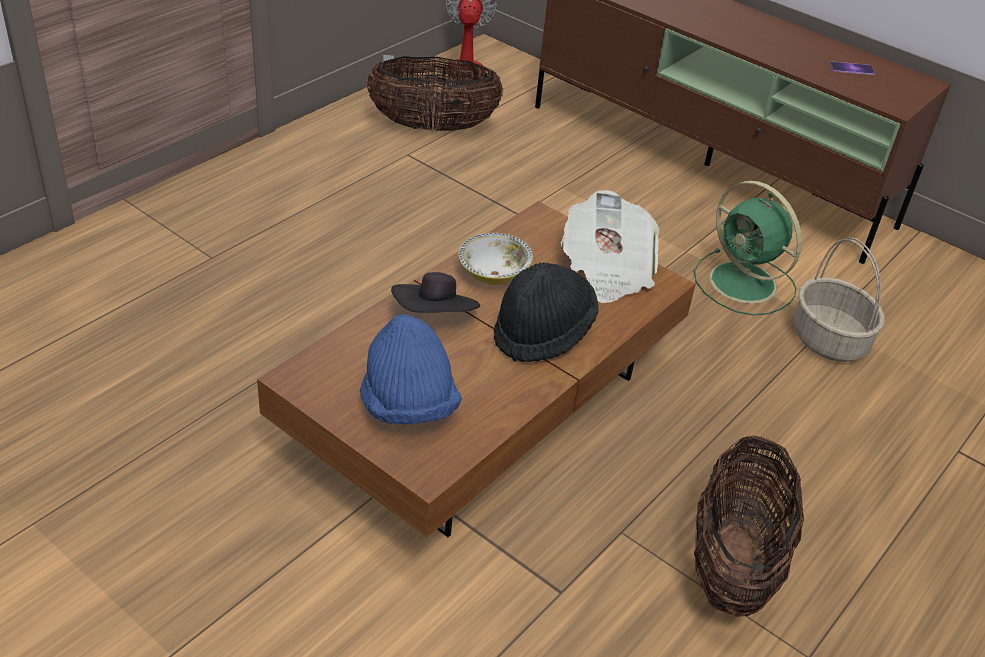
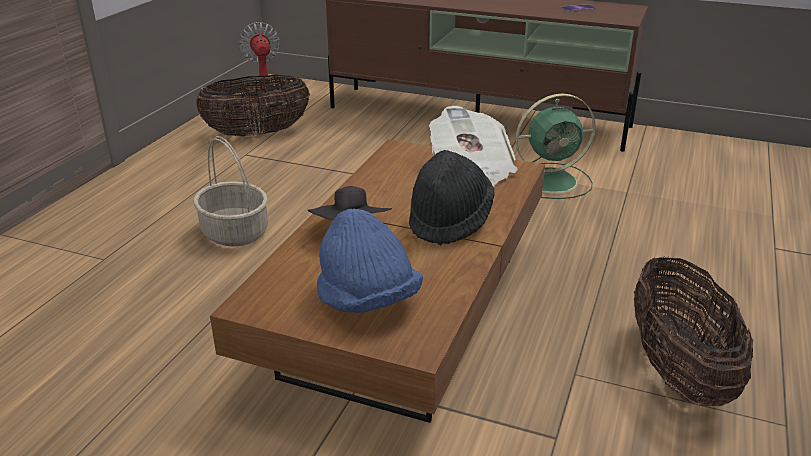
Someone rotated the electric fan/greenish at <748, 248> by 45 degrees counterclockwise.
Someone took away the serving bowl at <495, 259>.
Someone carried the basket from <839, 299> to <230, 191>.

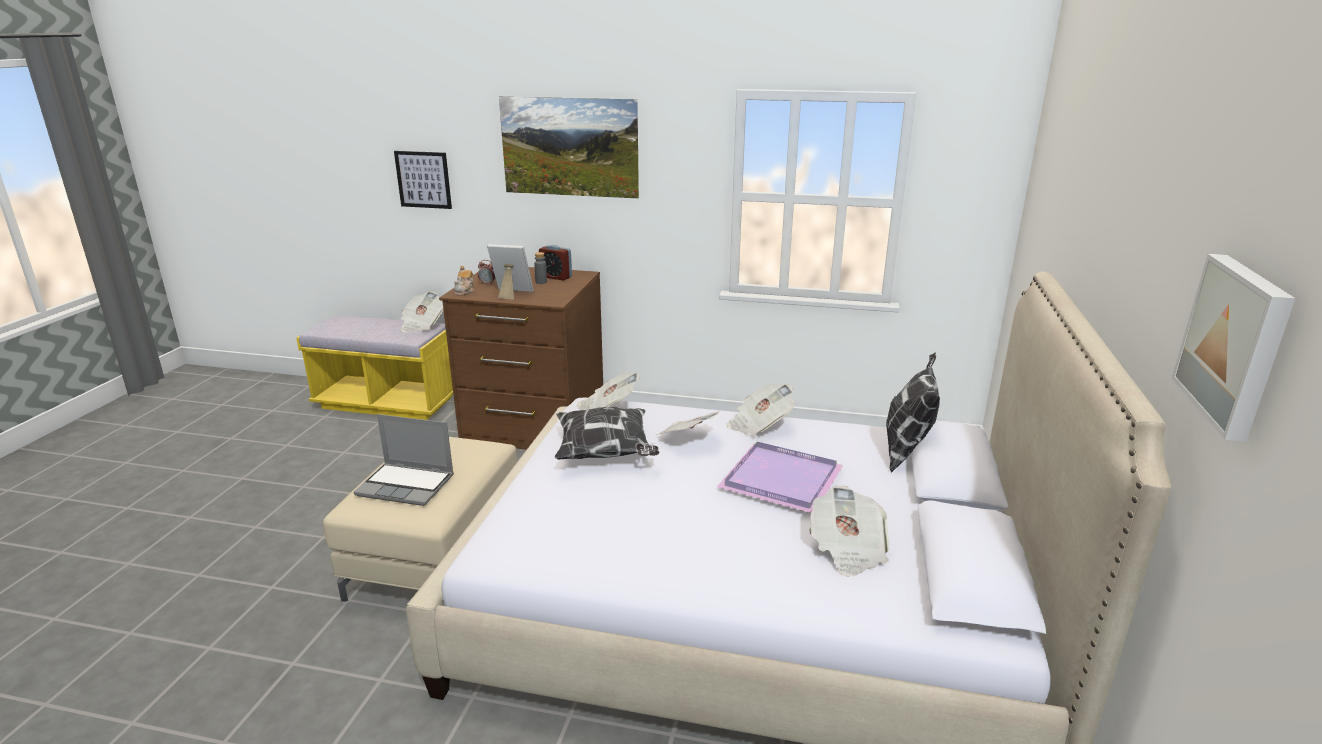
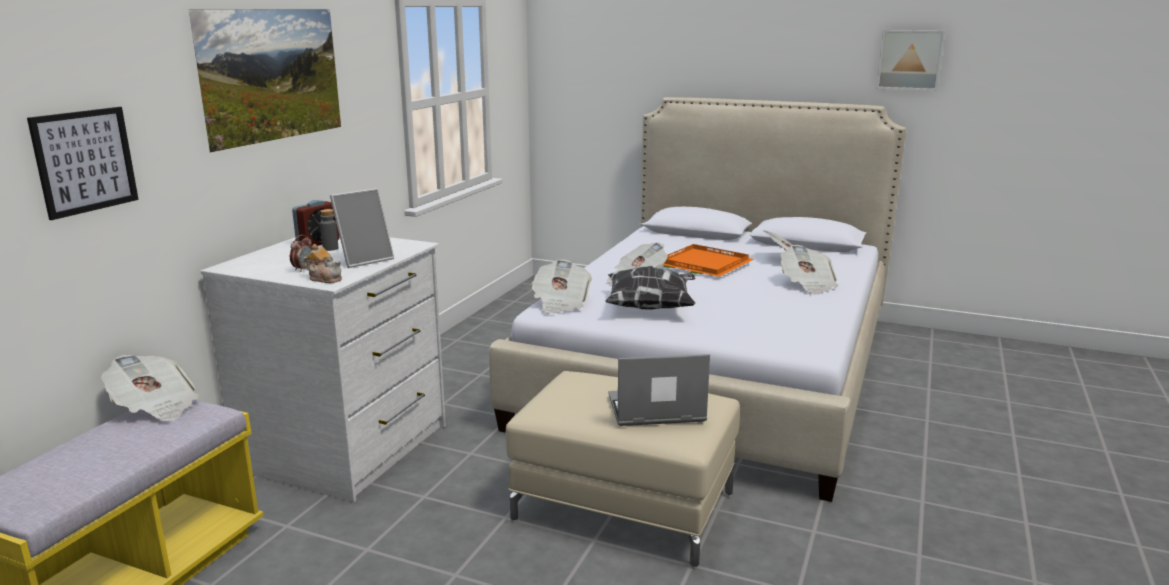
Someone rotated the picture frame at <510, 272> by 150 degrees counterclockwise.
Someone repainted the drawer chest/brownish at <521, 358>, which became the drawer chest/white-coloured at <323, 369>.
Someone took away the pillow at <913, 412>.
Someone carried the daily paper from <760, 410> to <809, 270>.
Someone rotated the laptop at <403, 460> by 120 degrees counterclockwise.
Someone repainted the tray/purple-coloured at <780, 477>, which became the tray/orangey at <708, 260>.

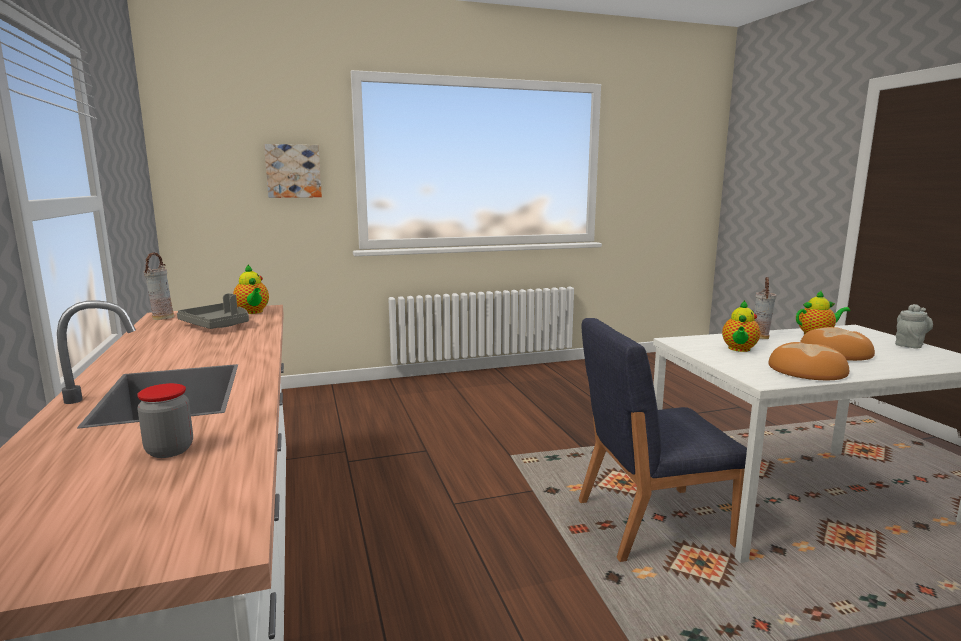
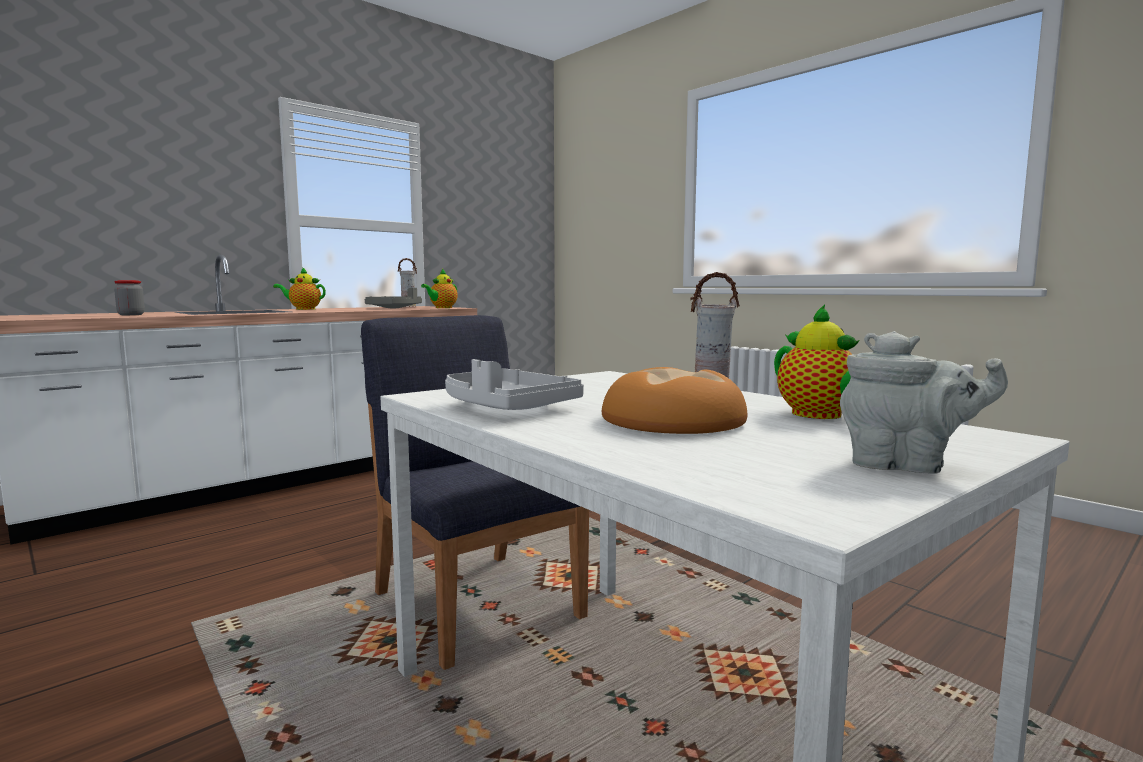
Someone took away the wall art at <293, 171>.
Someone carried the pot for tea from <741, 326> to <299, 288>.
Someone swapped the baked bread at <808, 361> for the tray/greyish at <514, 384>.

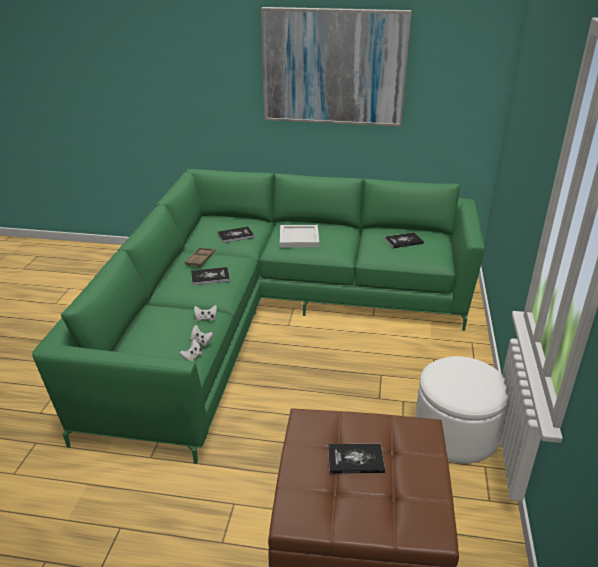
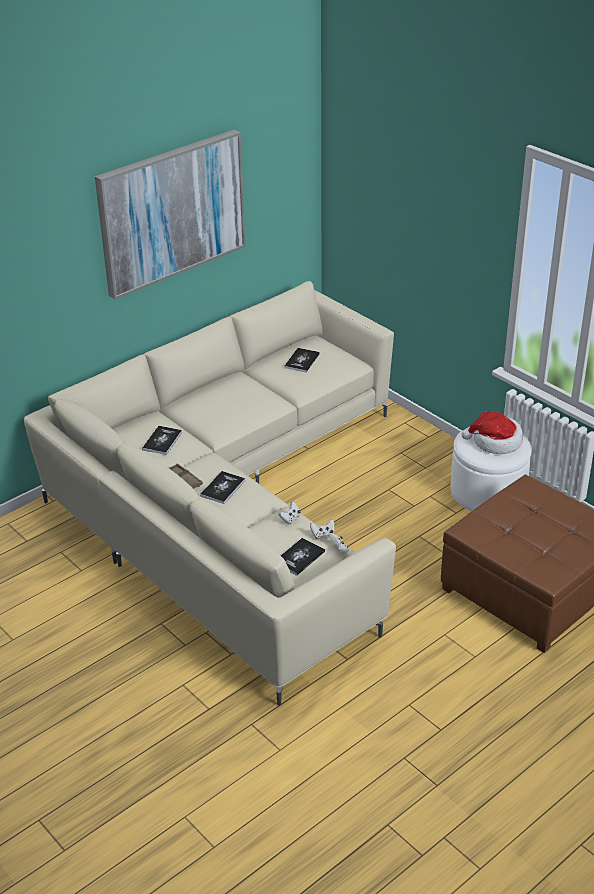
Someone repainted the settee/greenish at <258, 316>, which became the settee/beige-coloured at <210, 493>.
Someone took away the tray/white-coloured at <299, 236>.
Someone carried the volume from <356, 459> to <303, 557>.
Someone put down the hat at <492, 432>.

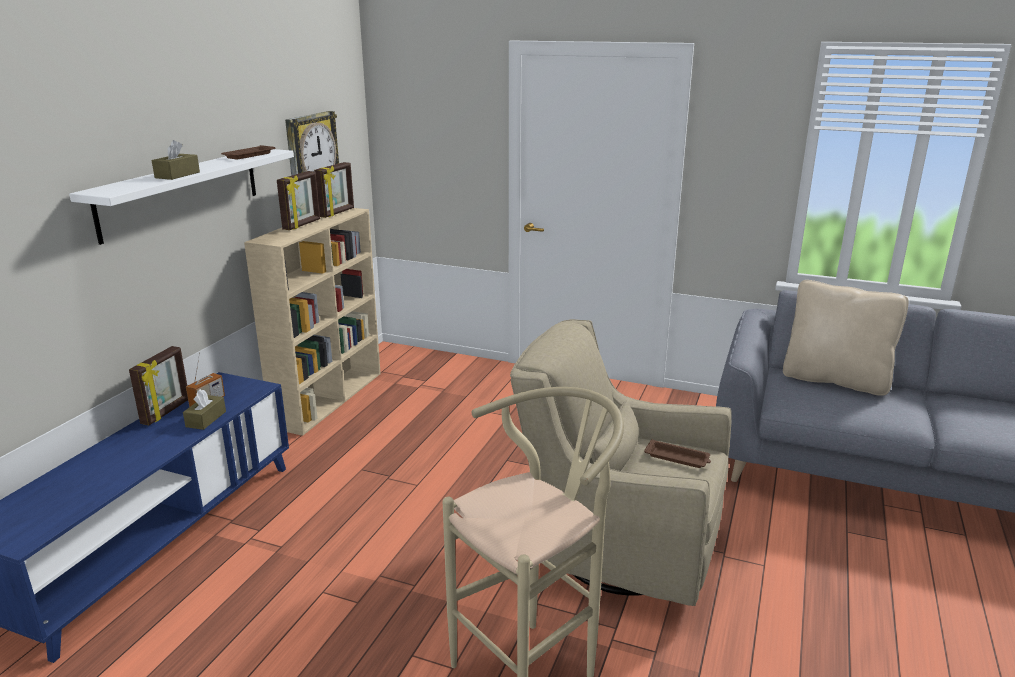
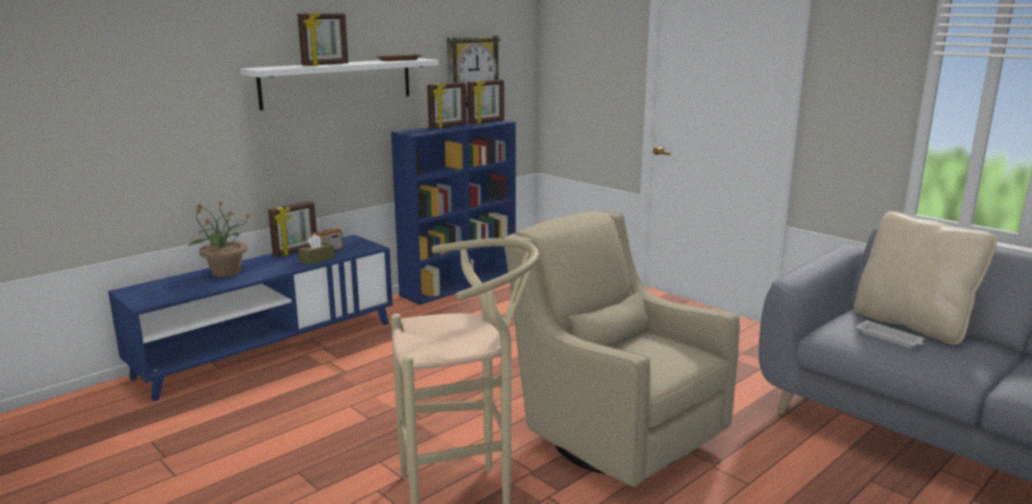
Someone swapped the box of tissues/brownish at <176, 160> for the picture frame at <323, 39>.
Someone repainted the bookshelf/beige-coloured at <312, 322>, which became the bookshelf/blue at <453, 212>.
Someone took away the tray/brownish at <677, 453>.
Someone put down the houseplant at <220, 239>.
Someone put down the tray/white-coloured at <890, 334>.

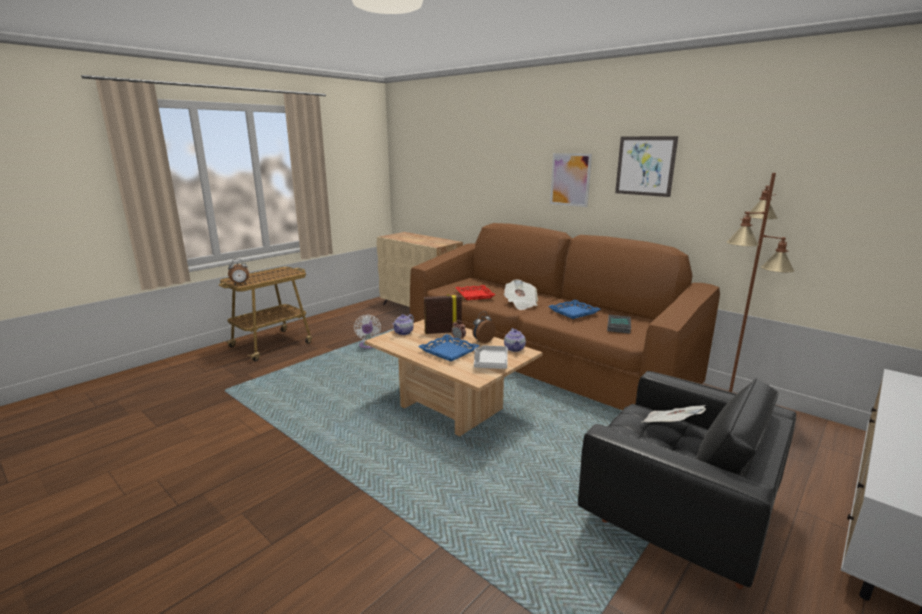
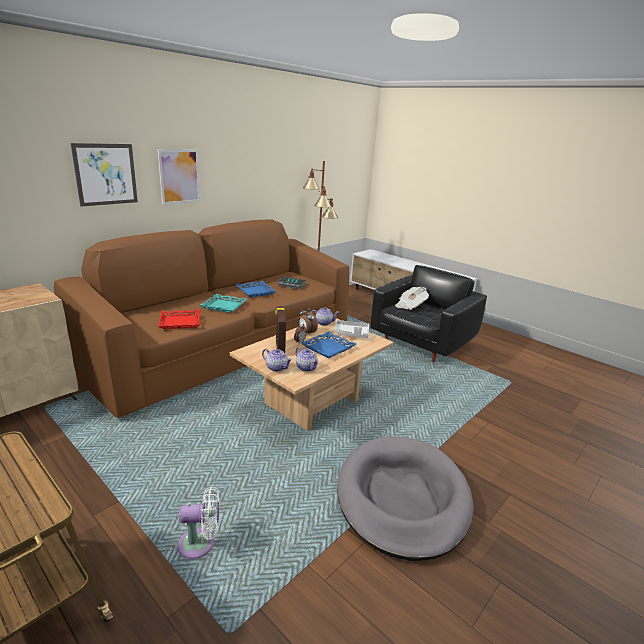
Someone carried the wall art from <646, 166> to <104, 175>.
Someone took away the table clock at <238, 271>.
Someone swapped the daily paper at <521, 294> for the tray/blue-green at <223, 303>.
Someone carried the electric fan/white-coloured from <367, 331> to <198, 522>.
Someone put down the pot for tea at <307, 359>.
Someone put down the dog cushion/greyish at <405, 498>.

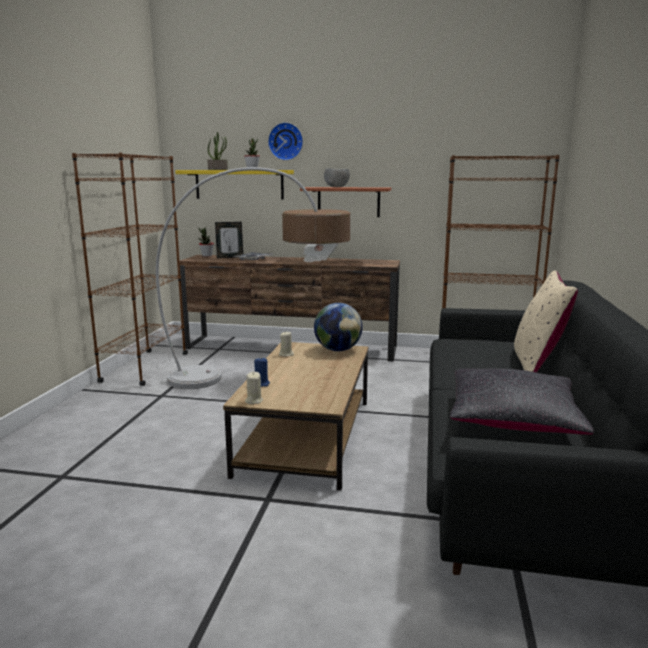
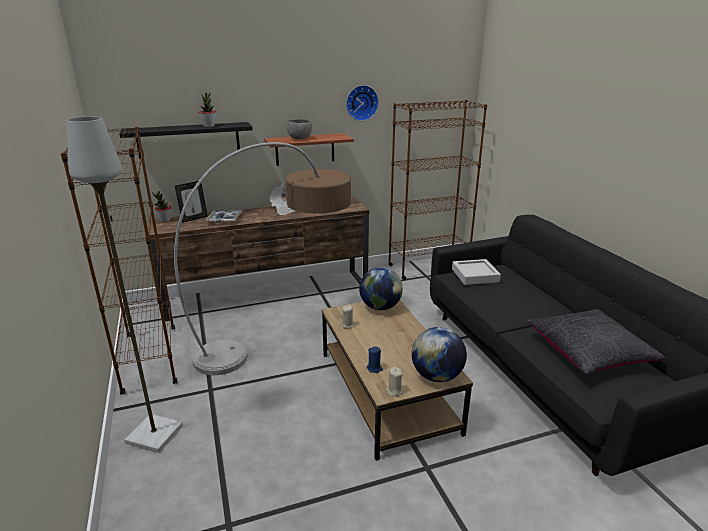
Someone carried the hanging clock from <285, 141> to <362, 103>.
Someone took away the houseplant at <217, 151>.
Someone repainted the bracket shelf/yellowish at <234, 184>, which became the bracket shelf/black-coloured at <186, 140>.
Someone took away the pillow/beige-coloured at <546, 321>.
Someone put down the standard lamp/greyish at <125, 285>.
Someone put down the tray/greyish at <476, 272>.
Someone put down the desk globe at <439, 354>.

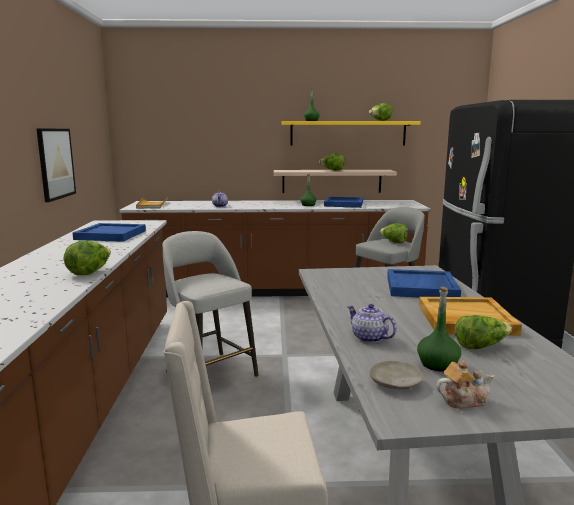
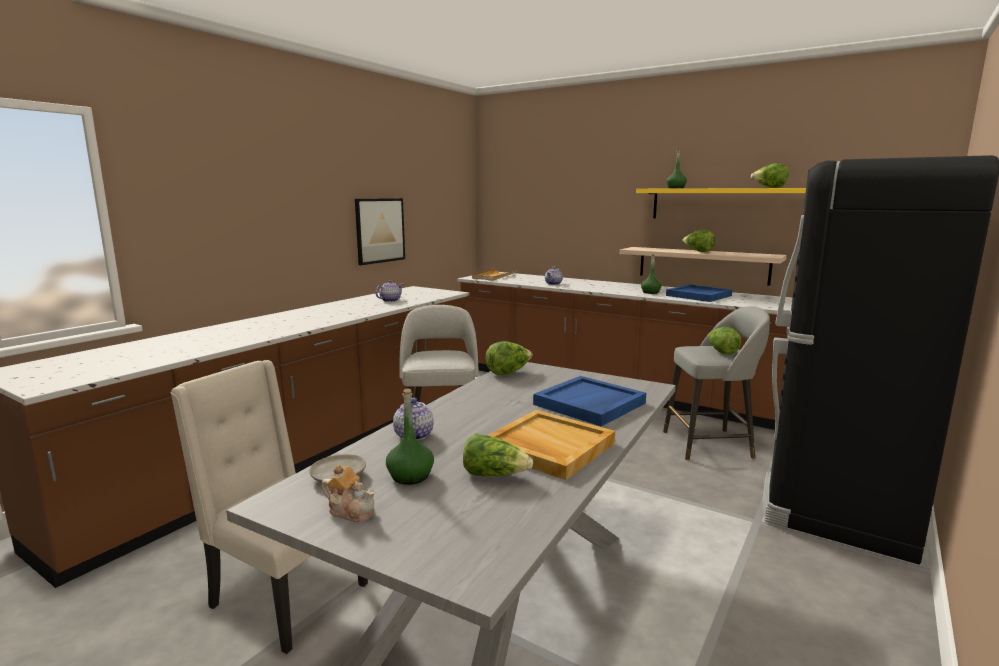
Someone swapped the tray/blue at <109, 232> for the pot for tea at <389, 291>.
Someone carried the head of lettuce from <87, 258> to <509, 358>.

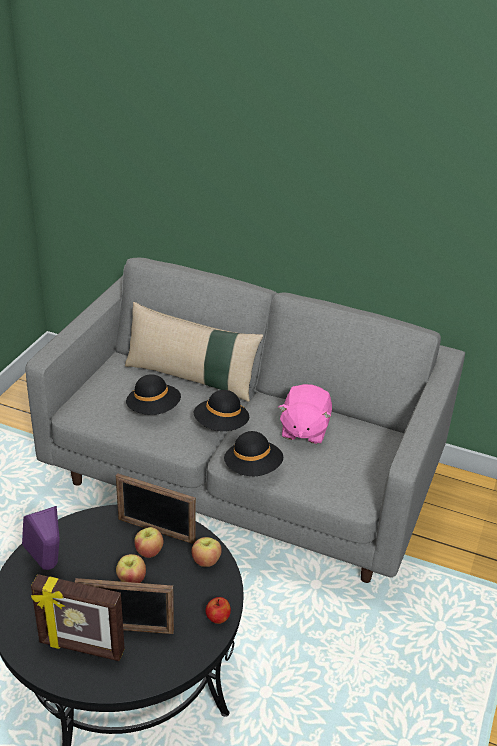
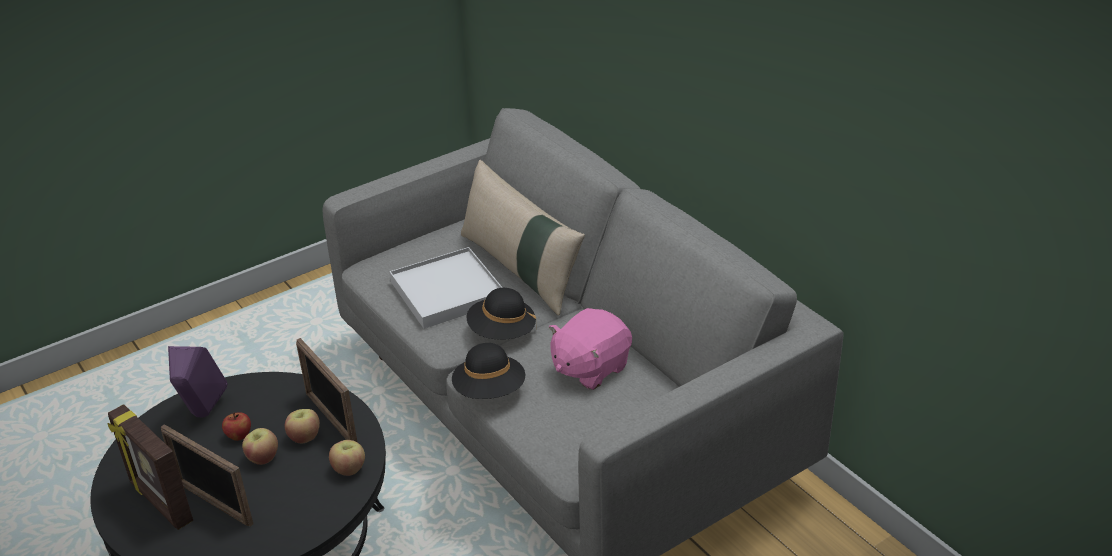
Someone swapped the hat/black-coloured at <153, 394> for the tray/white-coloured at <446, 288>.
Someone carried the whole apple from <218, 610> to <236, 426>.

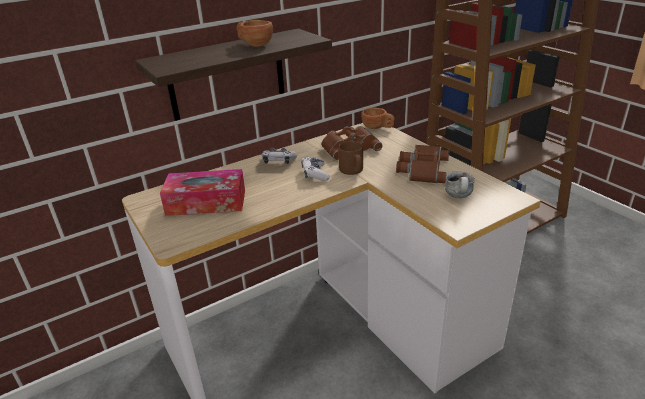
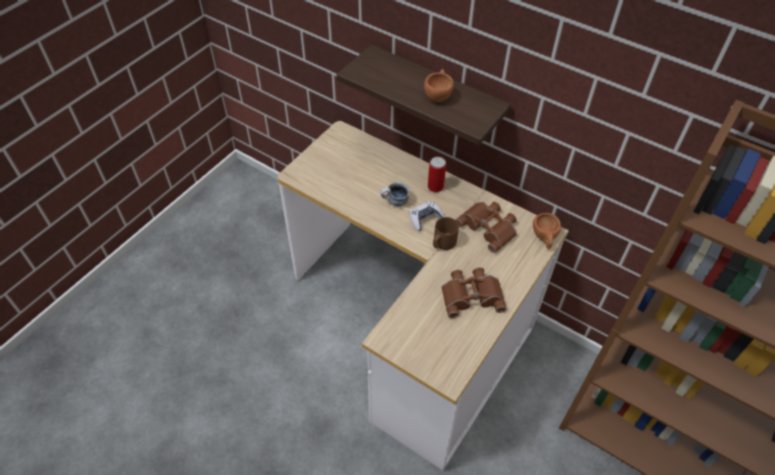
Someone swapped the gamepad at <279, 156> for the metal can at <437, 174>.
Someone took away the box of tissues at <202, 192>.
Someone carried the tea mug from <460, 184> to <395, 194>.

